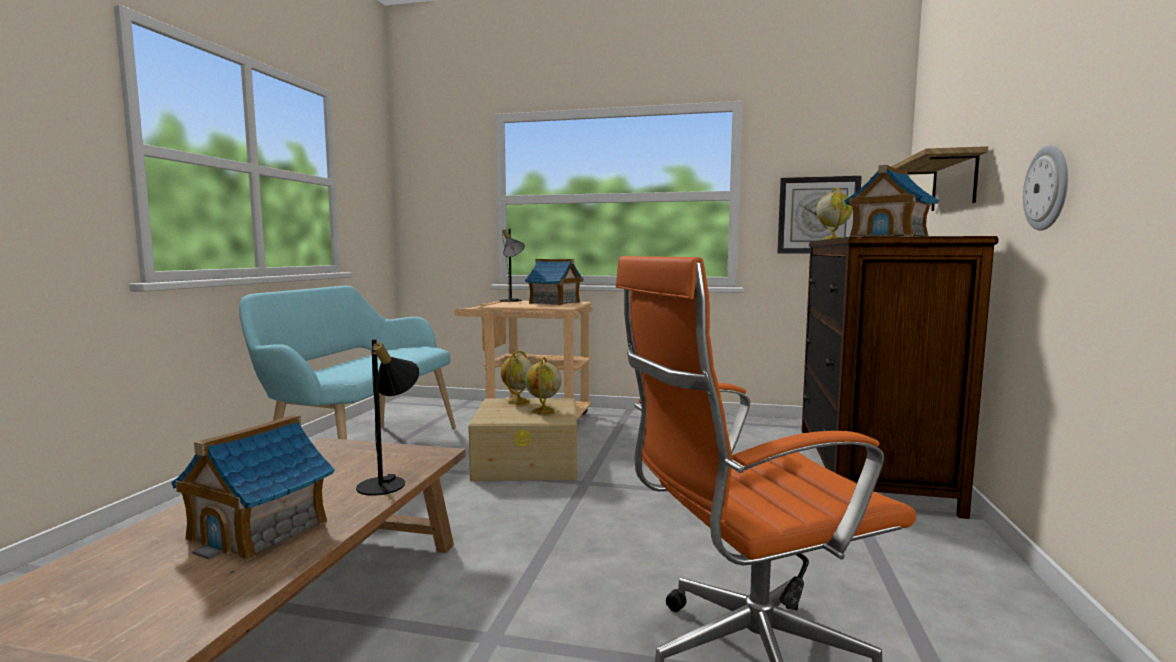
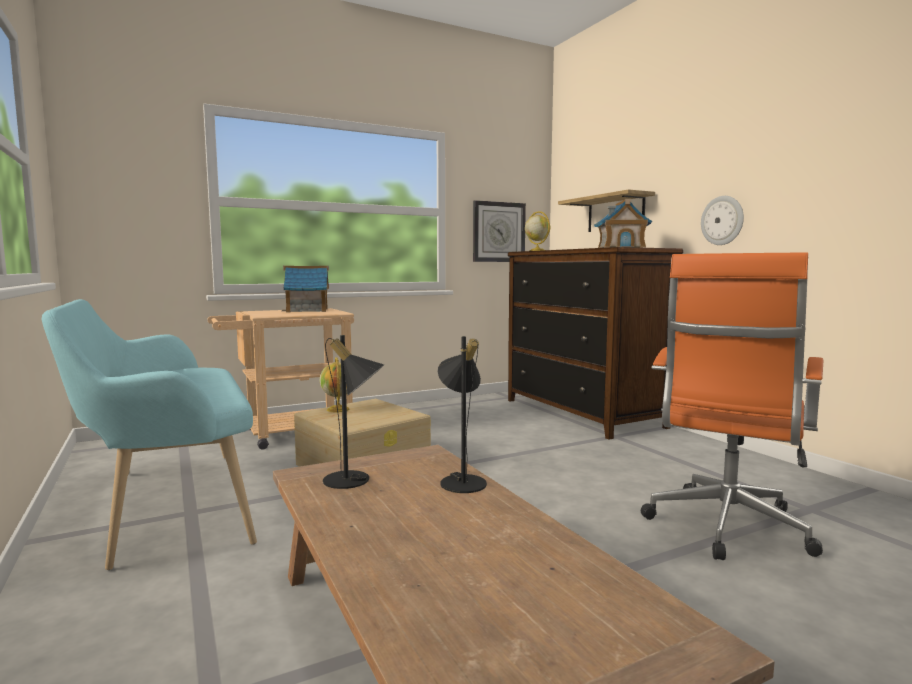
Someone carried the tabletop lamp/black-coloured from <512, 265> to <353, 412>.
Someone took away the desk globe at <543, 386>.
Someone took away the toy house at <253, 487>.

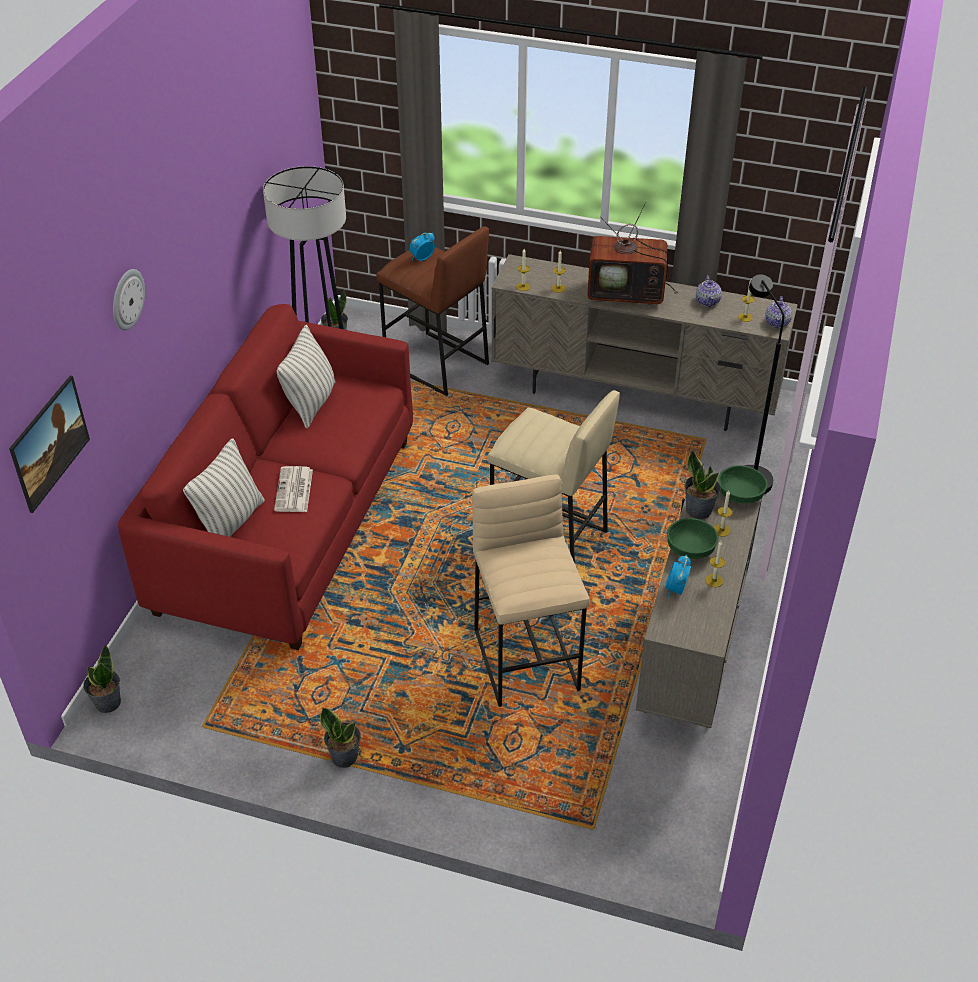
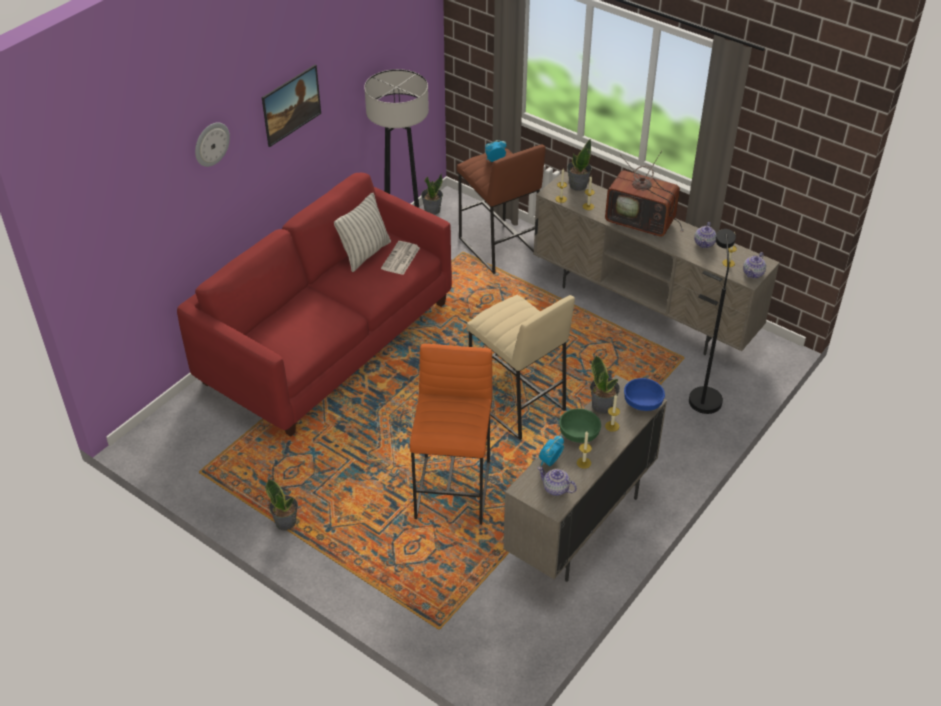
Someone carried the wall art from <49, 444> to <291, 106>.
Someone took away the pillow at <224, 488>.
Someone repainted the serving bowl/greenish at <743, 484>, which became the serving bowl/blue at <644, 394>.
Someone carried the daily paper from <293, 489> to <400, 258>.
Someone repainted the stool seat/beige-coloured at <531, 591>, which became the stool seat/orangey at <451, 434>.
Someone carried the houseplant from <102, 678> to <579, 164>.
Someone put down the pot for tea at <557, 481>.

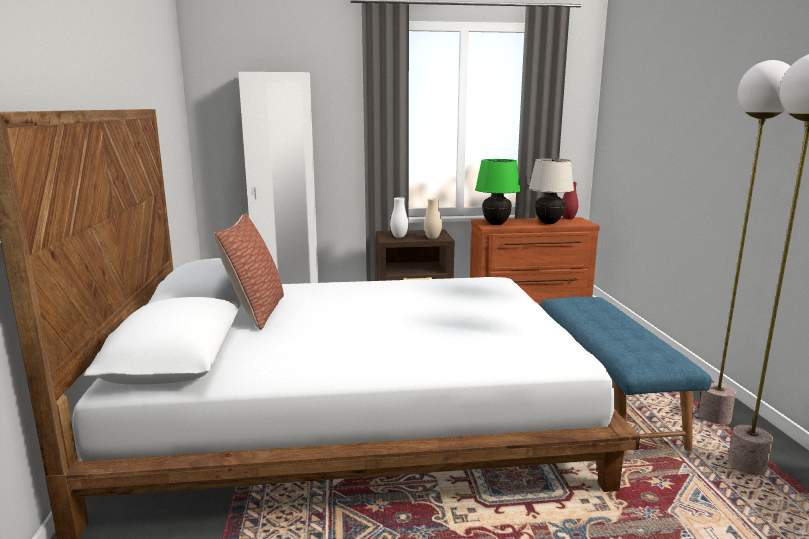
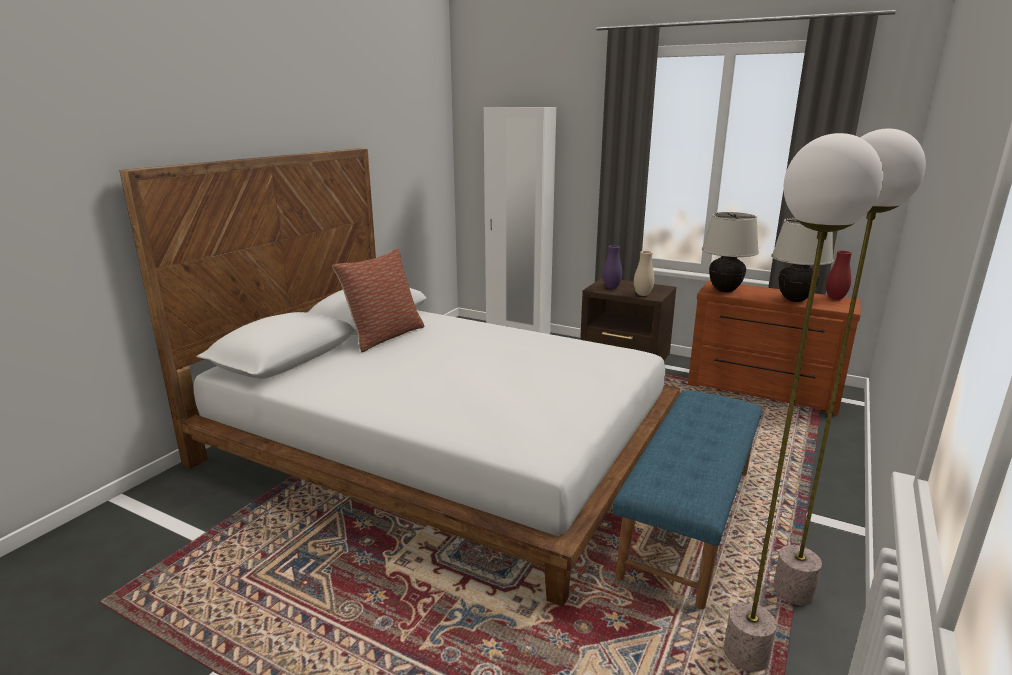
Someone repainted the tabletop lamp/greenish at <498, 192>, which became the tabletop lamp/beige-coloured at <730, 252>.
Someone repainted the flower vase/white-coloured at <399, 217>, which became the flower vase/purple-coloured at <612, 267>.

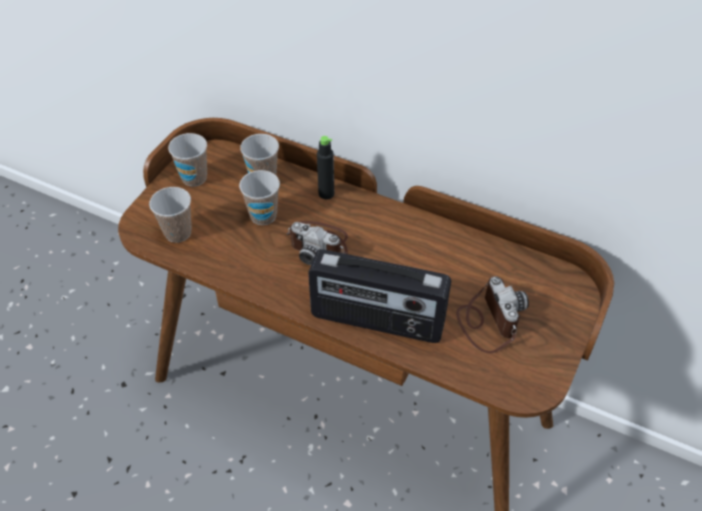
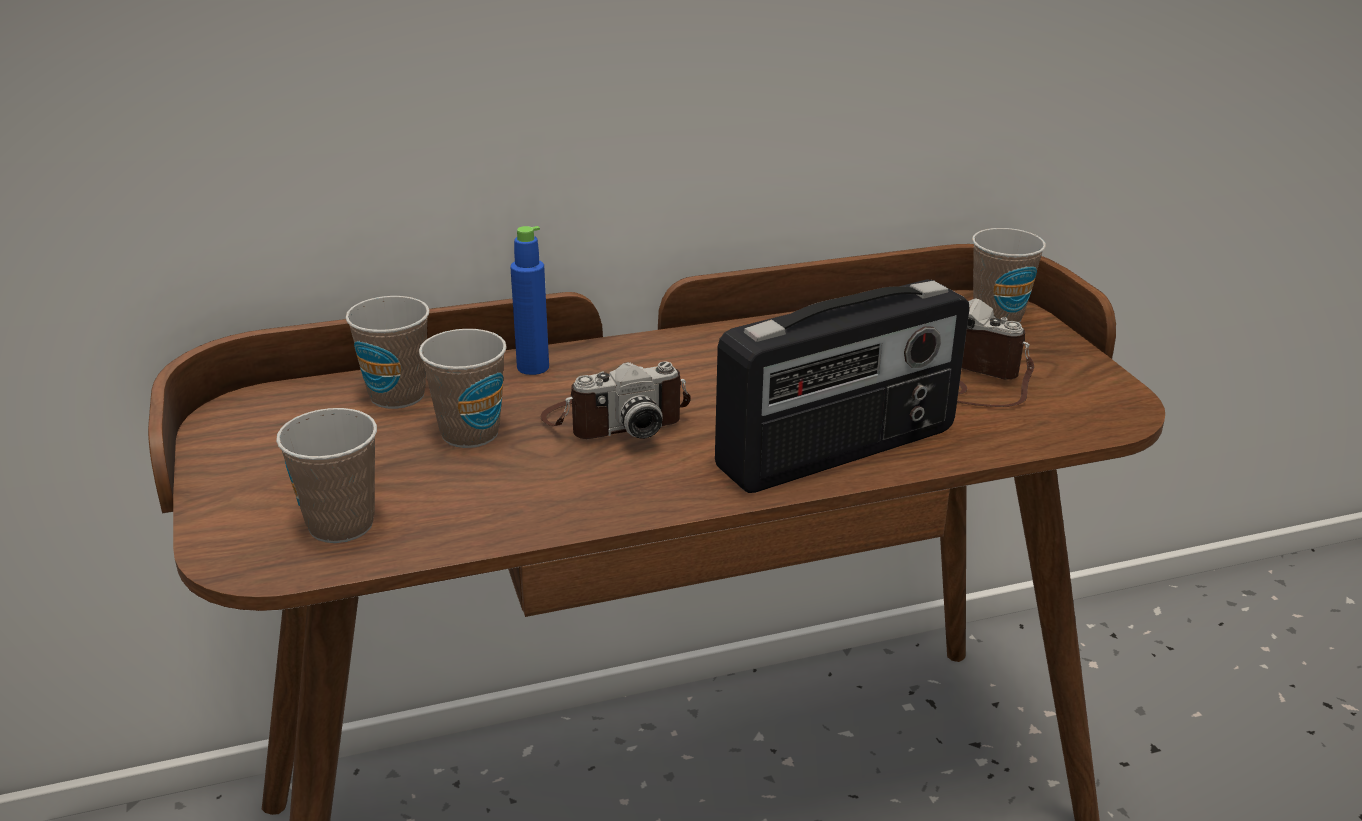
Someone carried the small cup from <187, 159> to <1009, 275>.
Someone repainted the beverage bottle/black-coloured at <325, 167>, which became the beverage bottle/blue at <529, 300>.

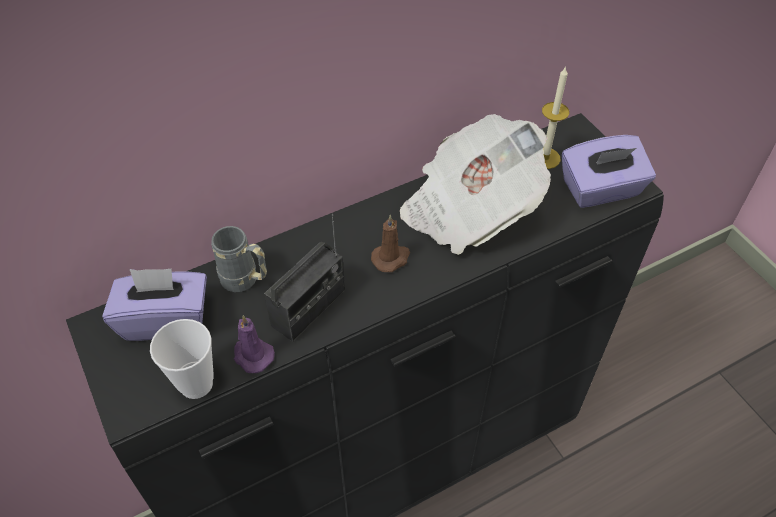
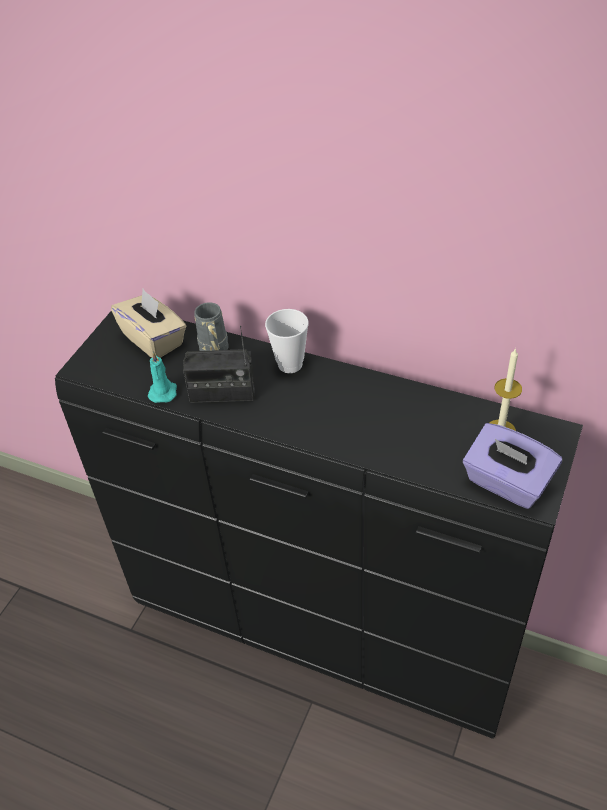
Someone took away the daily paper at <475, 184>.
Someone took away the wax light/brownish at <390, 243>.
Someone repainted the box of tissues/purple-coloured at <154, 305>, which became the box of tissues/beige-coloured at <148, 323>.
Someone repainted the wax light/purple-coloured at <254, 344>, which became the wax light/blue-green at <162, 377>.
Someone carried the small cup from <182, 359> to <287, 341>.

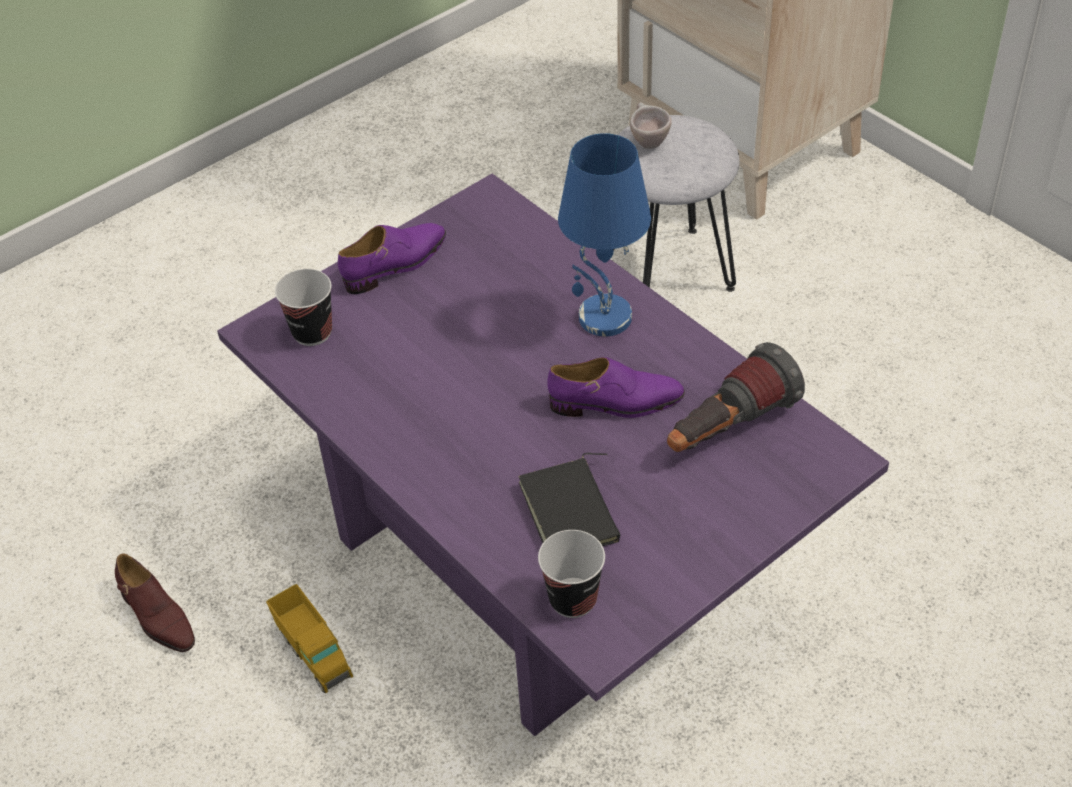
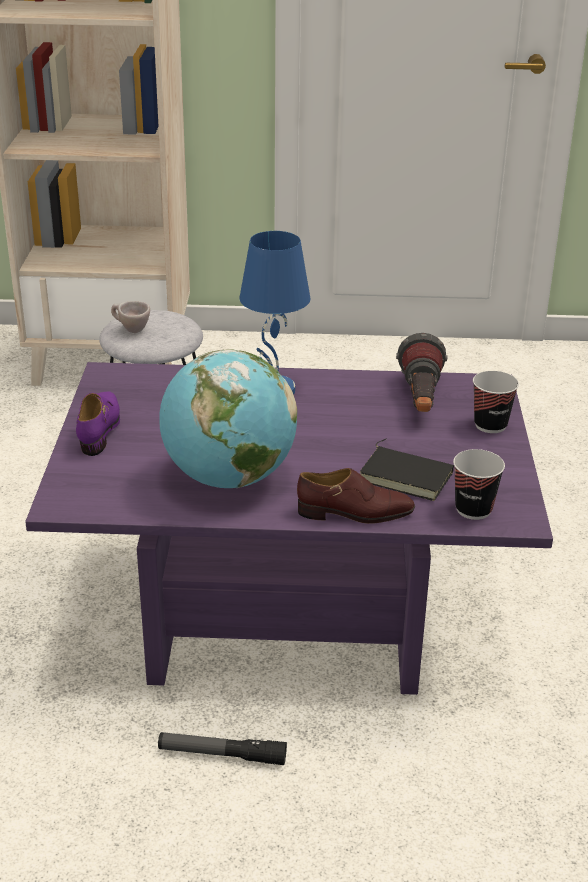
Someone carried the small cup from <303, 307> to <496, 402>.
Someone took away the shoe/purple-coloured at <616, 387>.
Someone carried the shoe/brownish from <155, 603> to <356, 496>.
Someone swapped the model truck at <309, 638> for the torch at <222, 748>.
Someone put down the desk globe at <228, 418>.

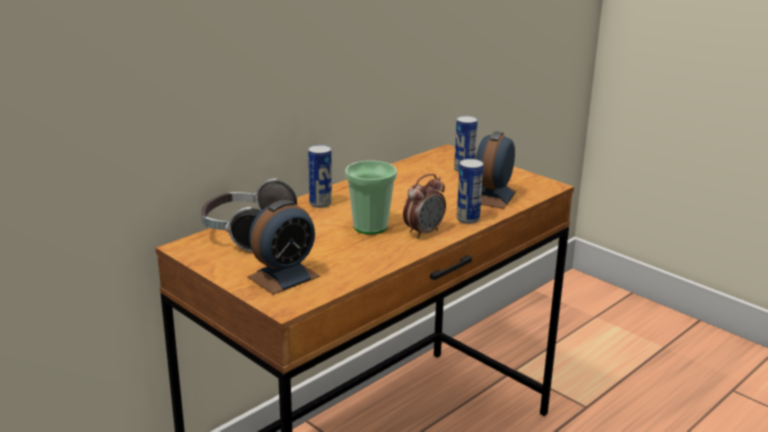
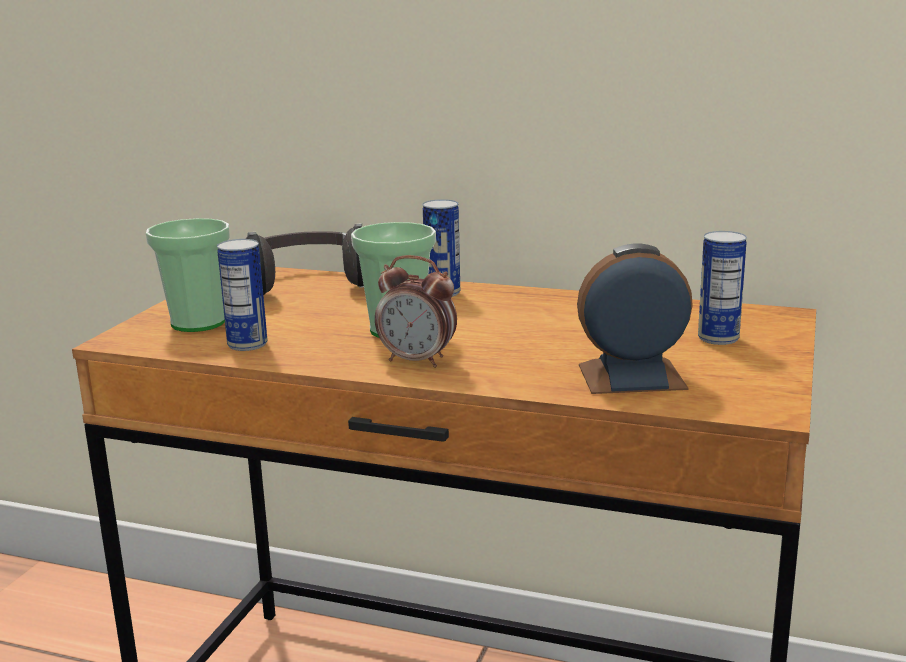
Someone carried the metal can from <470, 191> to <242, 295>.
Someone swapped the table clock at <283, 247> for the small cup at <188, 275>.

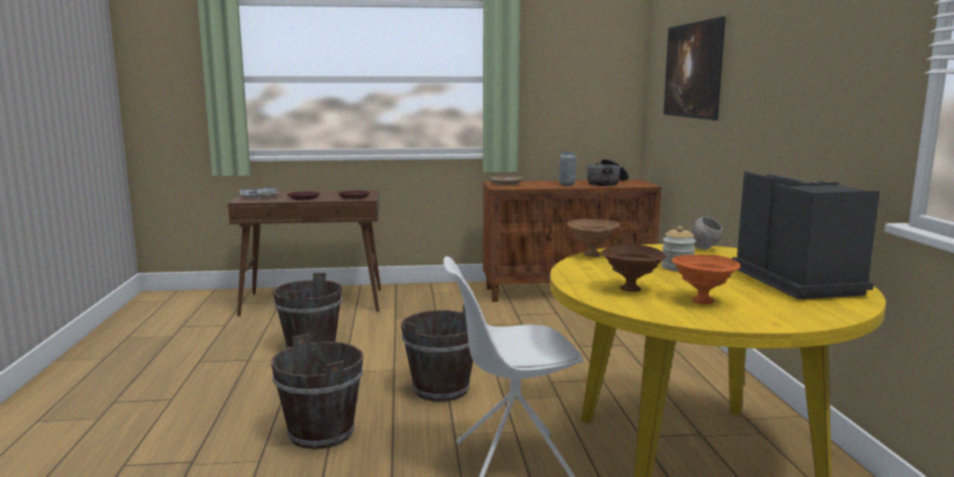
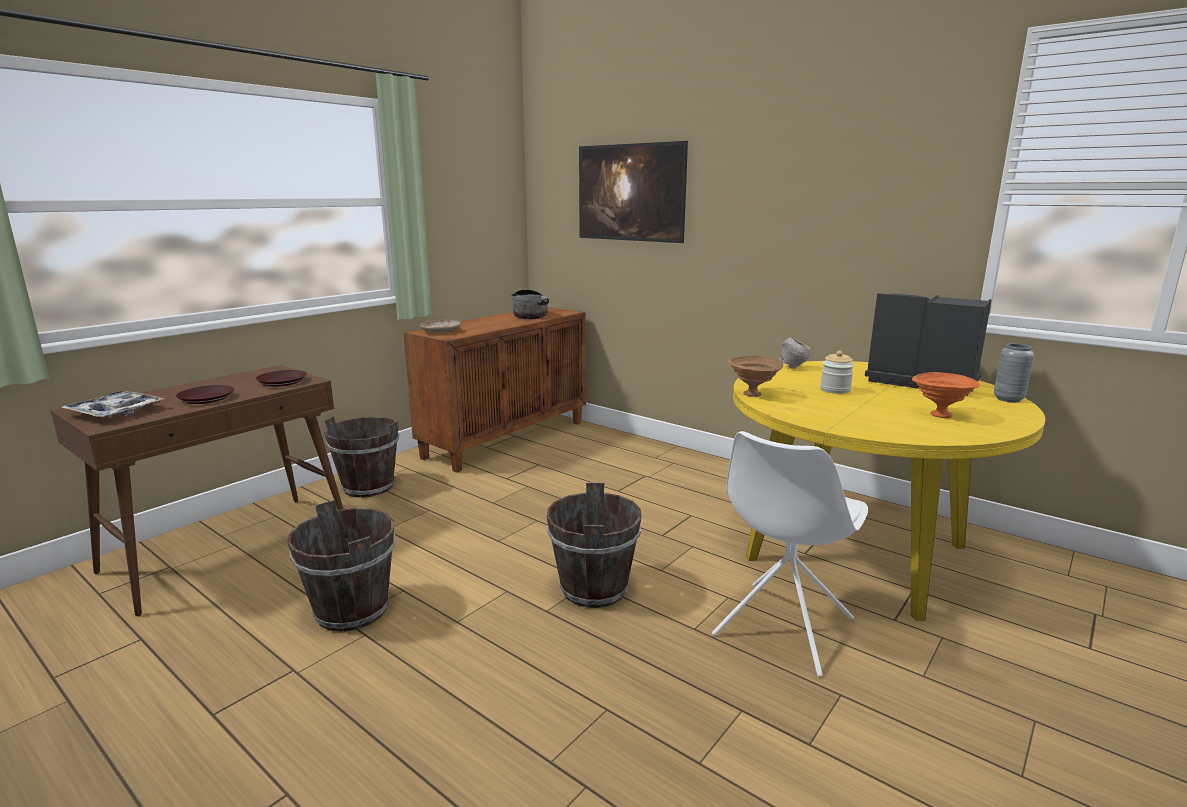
Someone carried the flower vase/greyish from <567, 169> to <1014, 373>.
Someone took away the serving bowl/brownish at <633, 268>.
Someone carried the pail/brownish from <317, 391> to <361, 457>.

